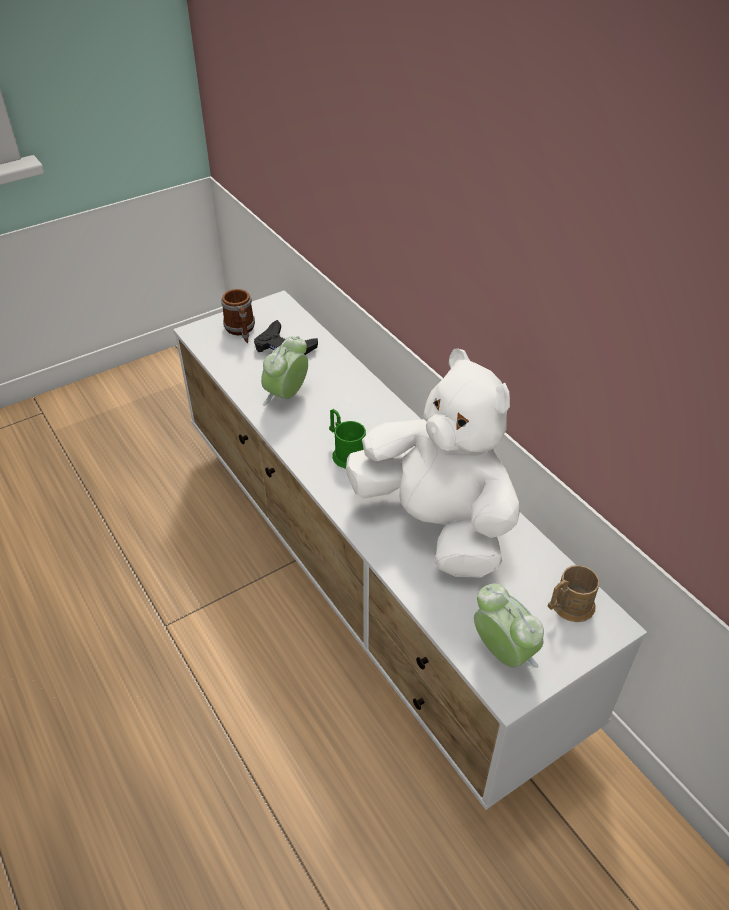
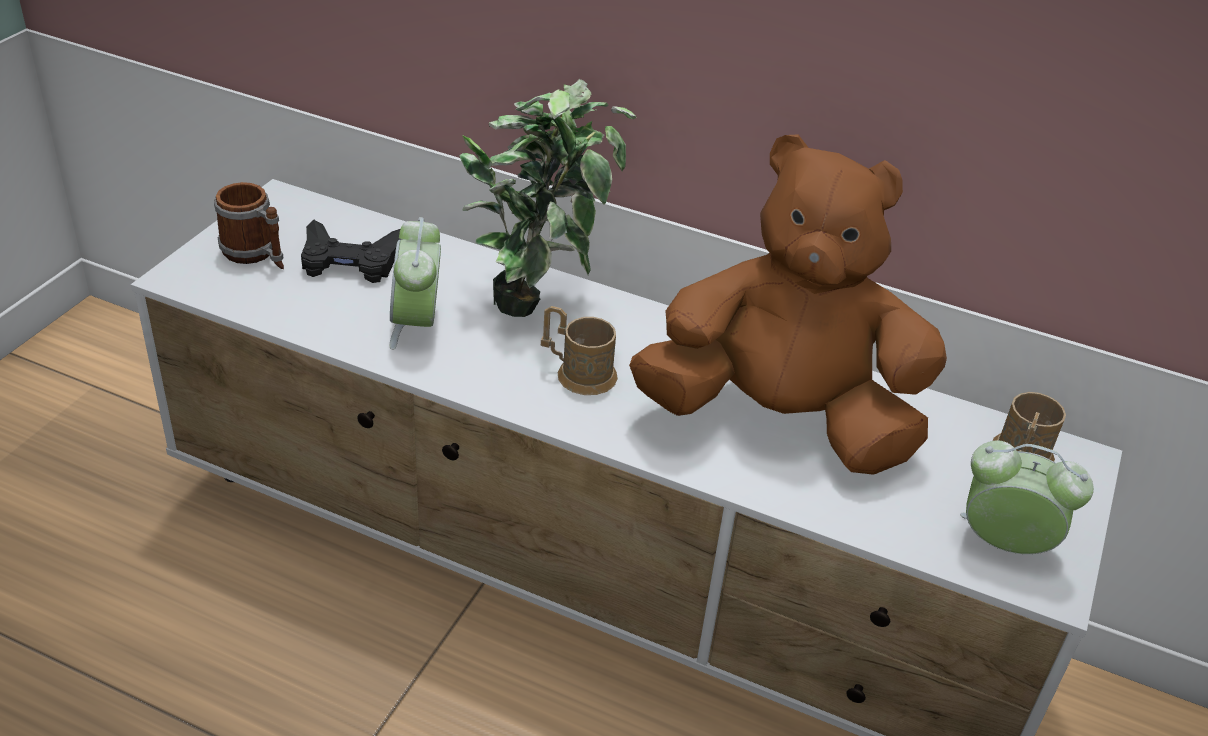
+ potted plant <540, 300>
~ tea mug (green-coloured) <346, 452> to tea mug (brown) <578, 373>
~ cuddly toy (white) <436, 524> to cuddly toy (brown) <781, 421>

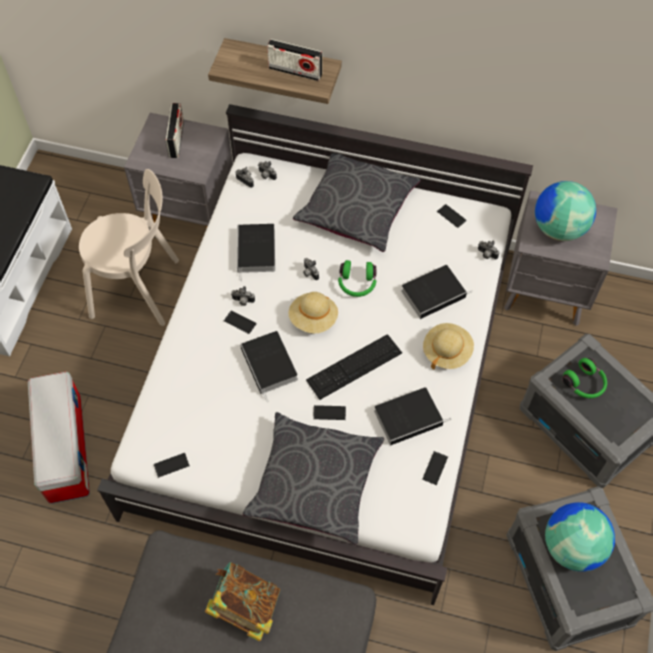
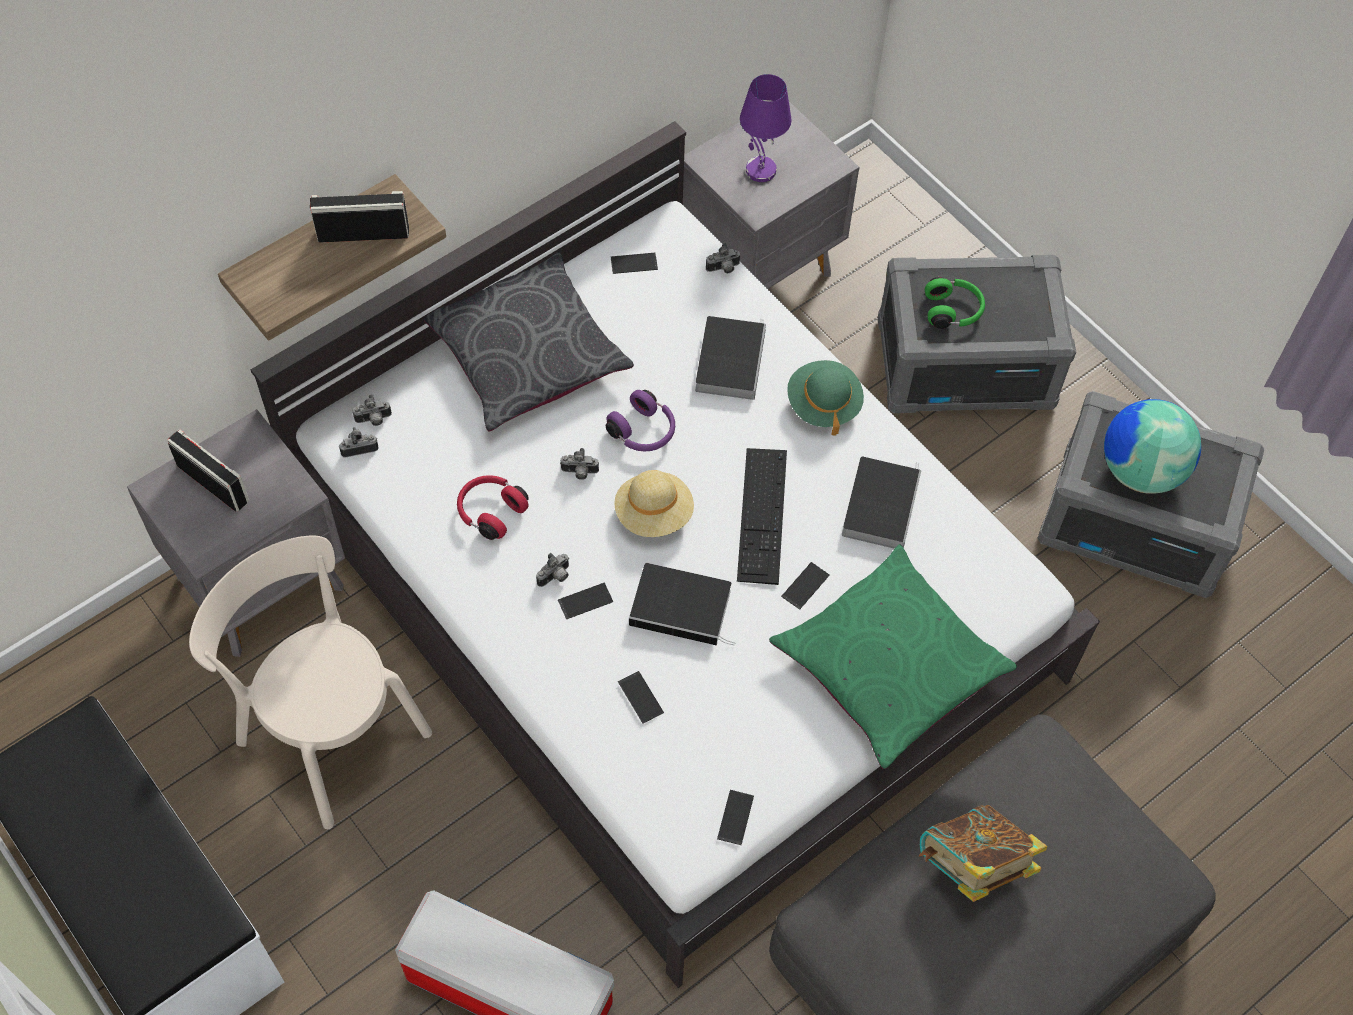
~ chair (sand-coloured) <140, 289> = <328, 731> 90 degrees counterclockwise
~ radio set <295, 71> = <363, 233> 150 degrees counterclockwise
~ volume <256, 252> to pair of headphones (red) <490, 511>
~ pair of headphones (green-coloured) <357, 284> to pair of headphones (purple) <643, 432>
~ telephone <435, 468> to <640, 697>
~ world globe <558, 228> to lamp for a table (purple) <760, 170>
~ throw pillow (gray) <315, 482> to throw pillow (green-coloured) <889, 665>
~ clothing hat (sand-coloured) <446, 351> to clothing hat (green-coloured) <823, 404>

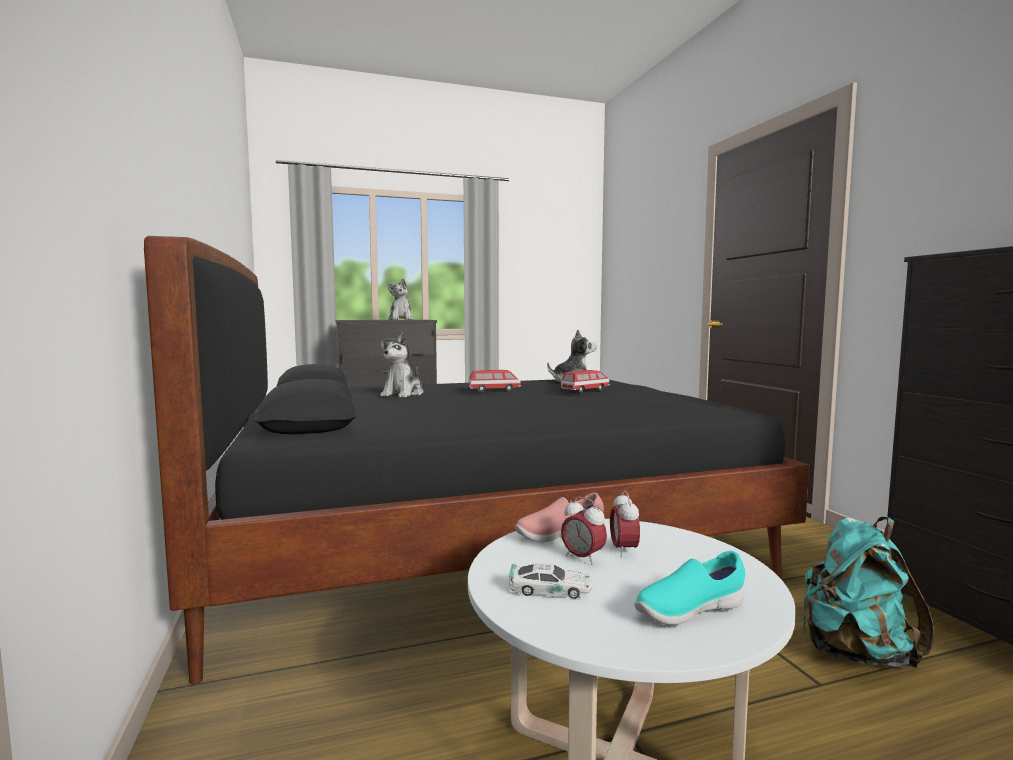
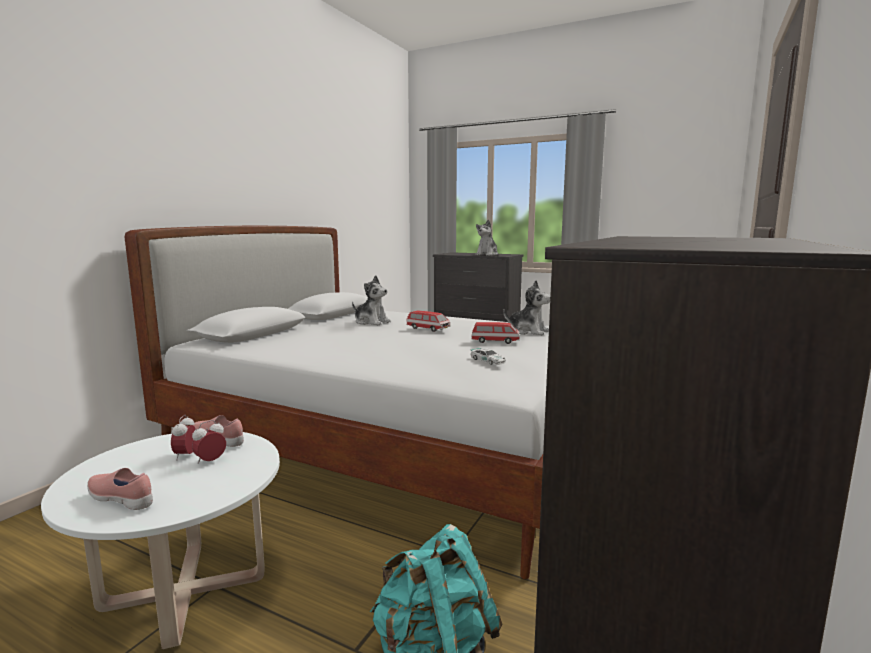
~ item of footwear (turquoise-coloured) <688, 611> to item of footwear (pink) <122, 500>
~ bedroom bed (blackish) <481, 539> to bedroom bed (white) <397, 445>
~ cuddly toy <403, 394> = <371, 322> 120 degrees counterclockwise
~ miniature car <550, 590> to <487, 361>

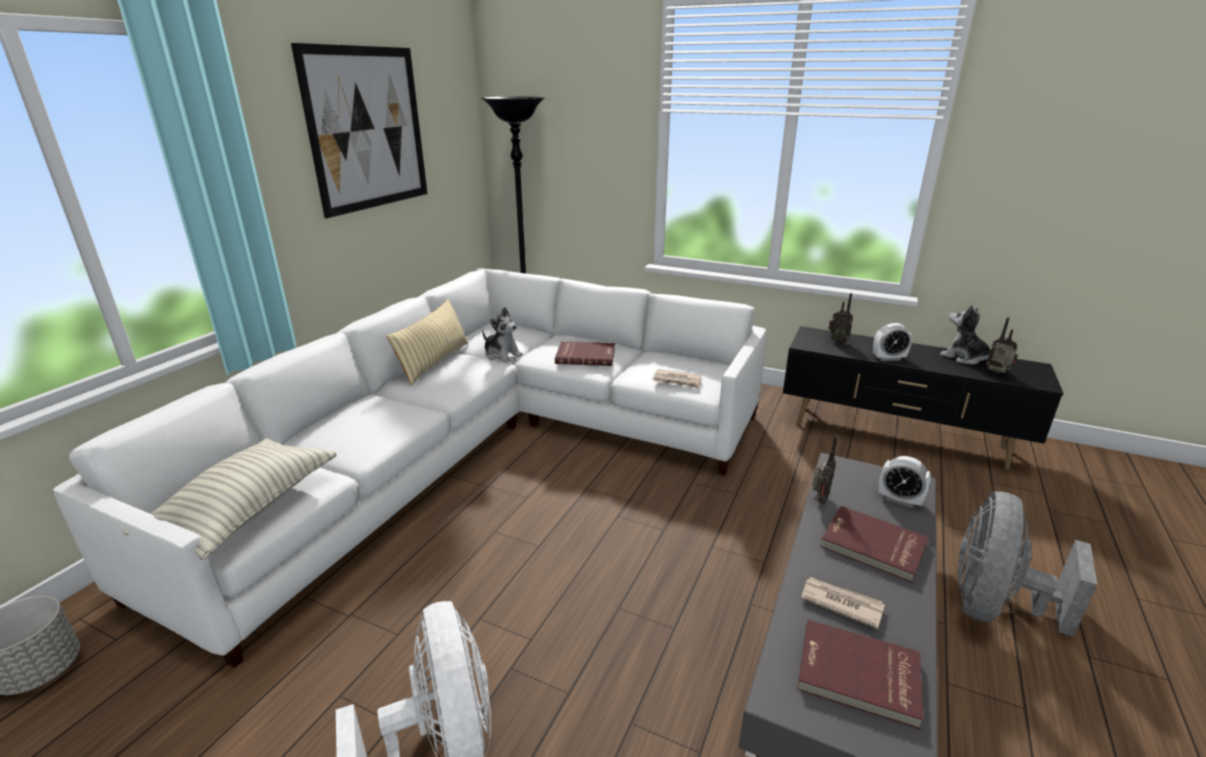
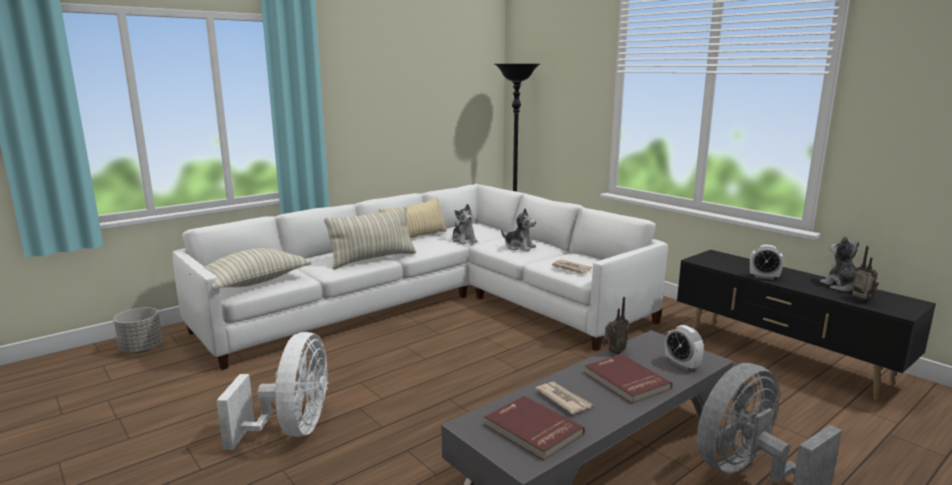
+ throw pillow <373, 259>
~ volume (red) <585, 356> to cuddly toy <519, 247>
- wall picture <368, 129>
- radio set <838, 341>

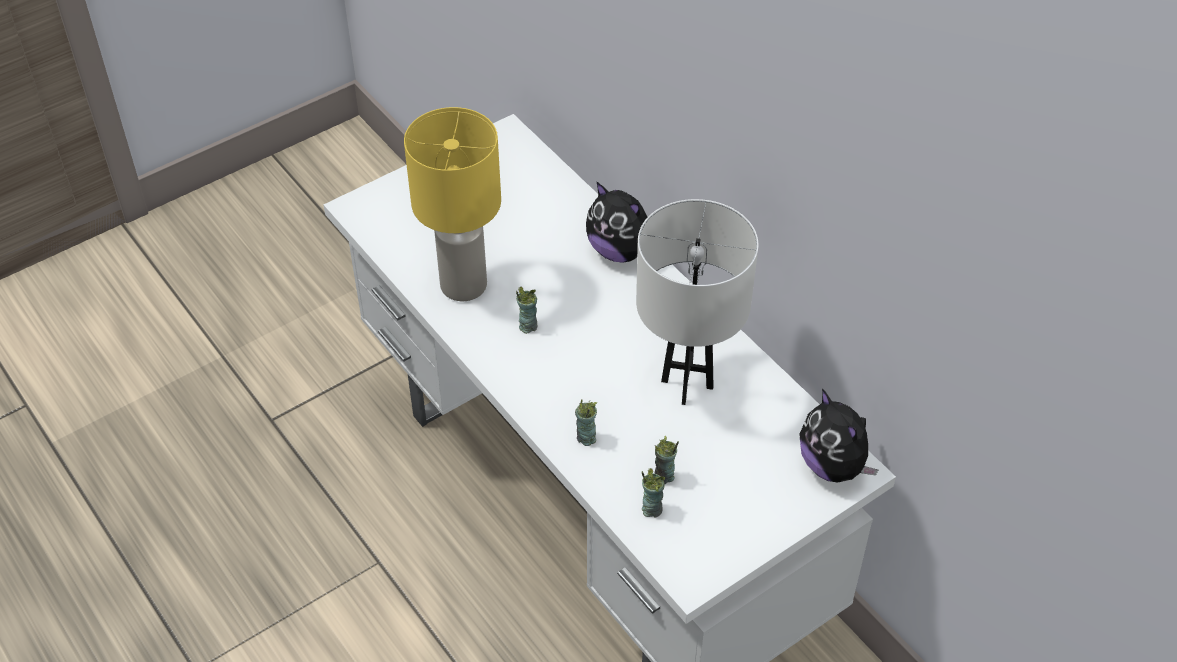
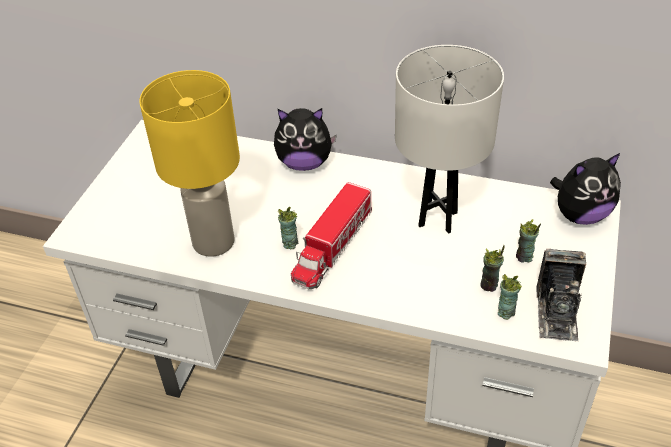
+ toy truck <332, 247>
~ cup <586, 438> to <524, 257>
+ photo camera <557, 312>
~ cuddly toy <833, 465> = <580, 215> 45 degrees counterclockwise

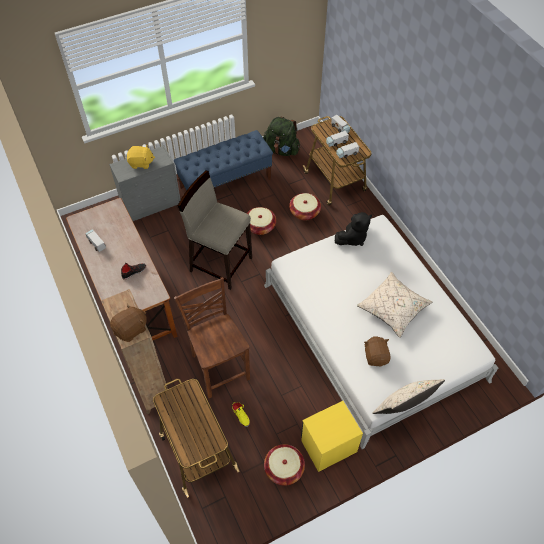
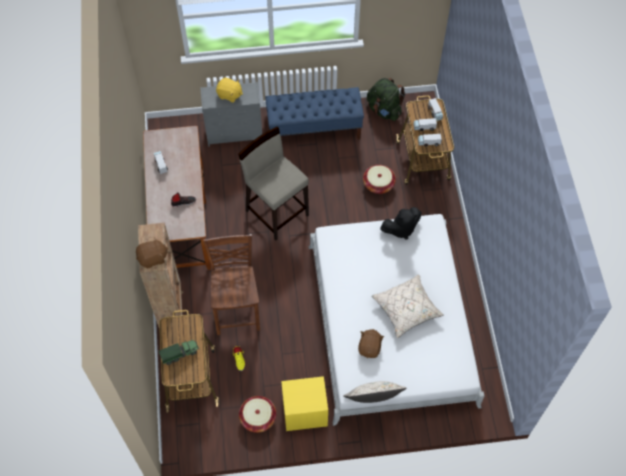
+ toy truck <180, 354>
- storage basket <260, 226>

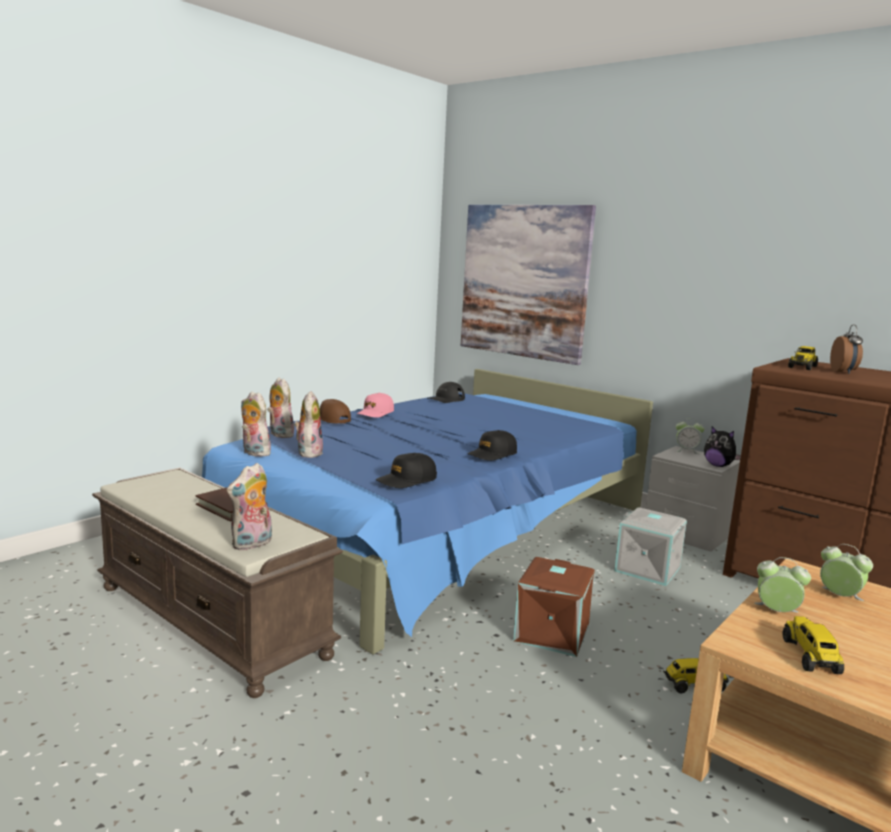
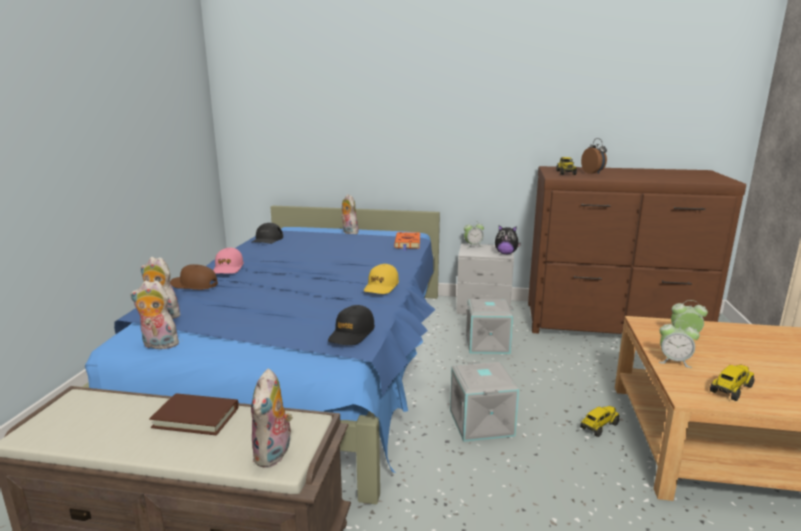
~ cuddly toy <308, 453> to <348, 232>
~ cap (blackish) <492, 454> to cap (yellowish) <381, 286>
+ volume (orange-coloured) <407, 243>
~ storage container (brown) <553, 634> to storage container (gray) <482, 423>
~ bedside clock <776, 612> = <674, 361> 150 degrees counterclockwise
~ toy truck <810, 657> = <731, 389> 75 degrees clockwise
- wall picture <524, 281>

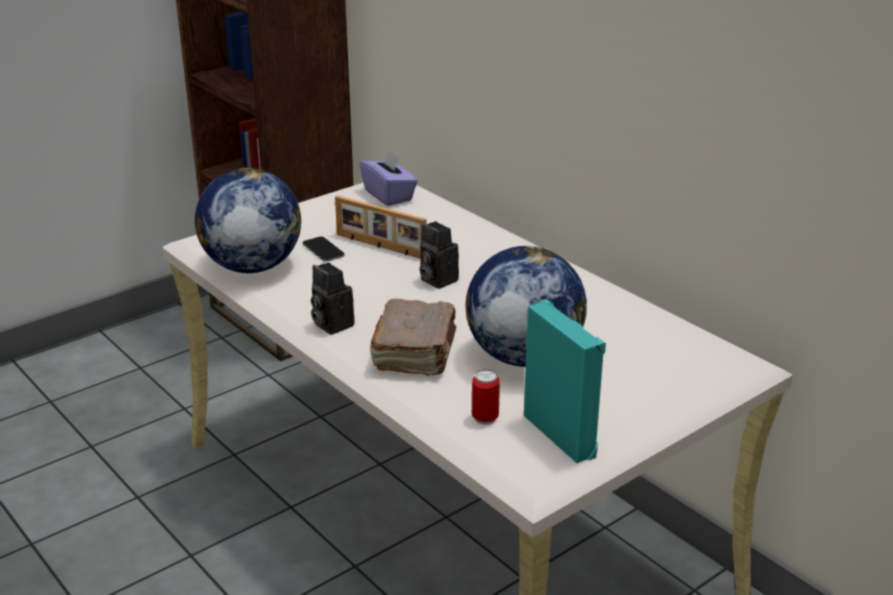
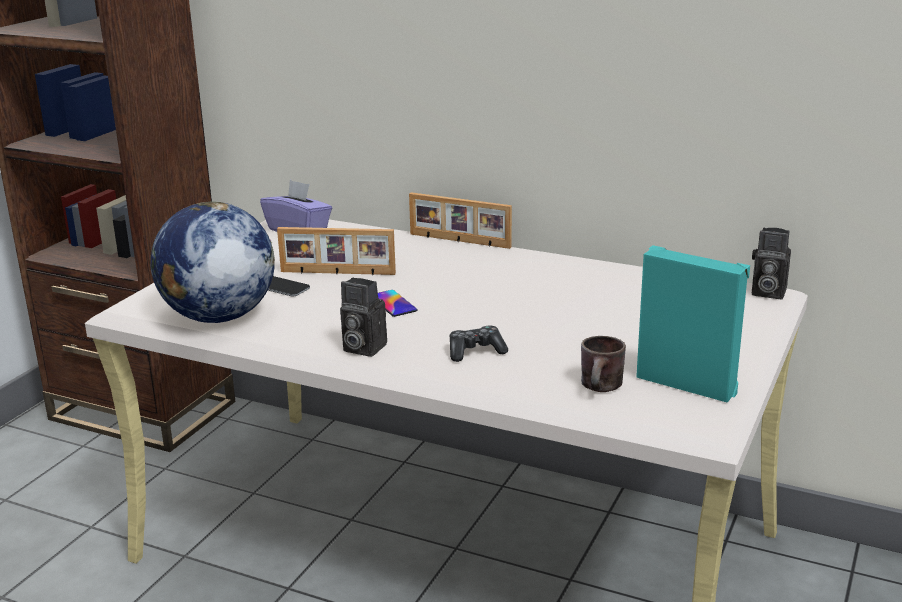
+ telephone <393, 304>
+ picture frame <459, 241>
~ volume (brown) <416, 352> to gamepad <475, 351>
~ metal can <485, 418> to tea mug (brown) <603, 389>
~ photo camera <436, 280> to <766, 292>
- world globe <523, 357>

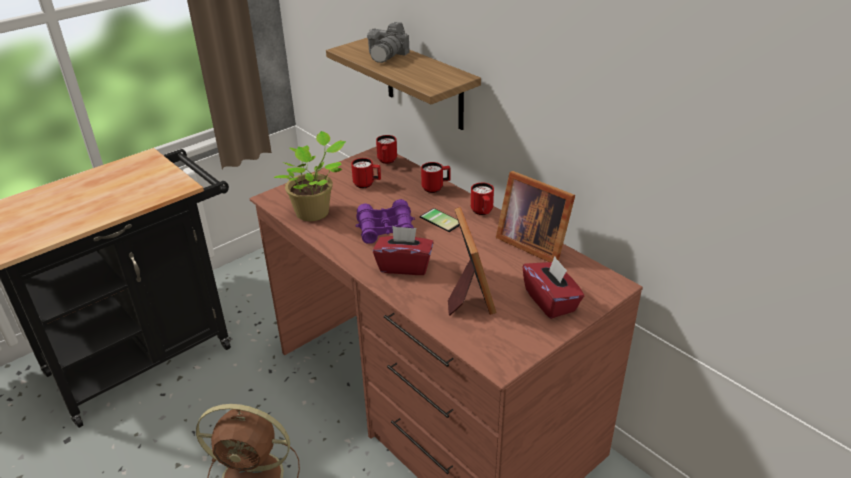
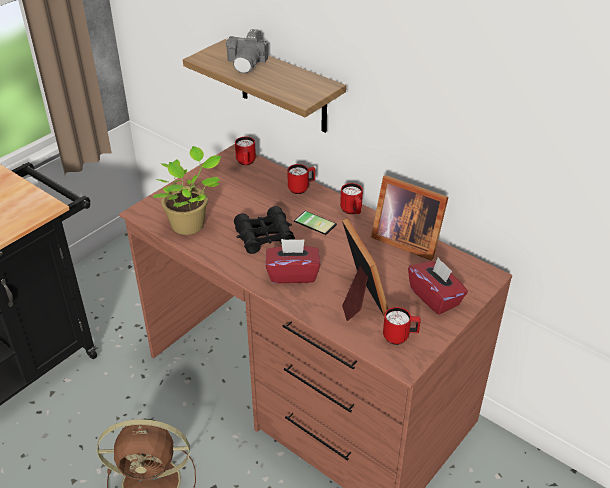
~ binoculars (purple) <385, 229> to binoculars (blackish) <264, 236>
~ tea mug (red) <367, 184> to <400, 337>

